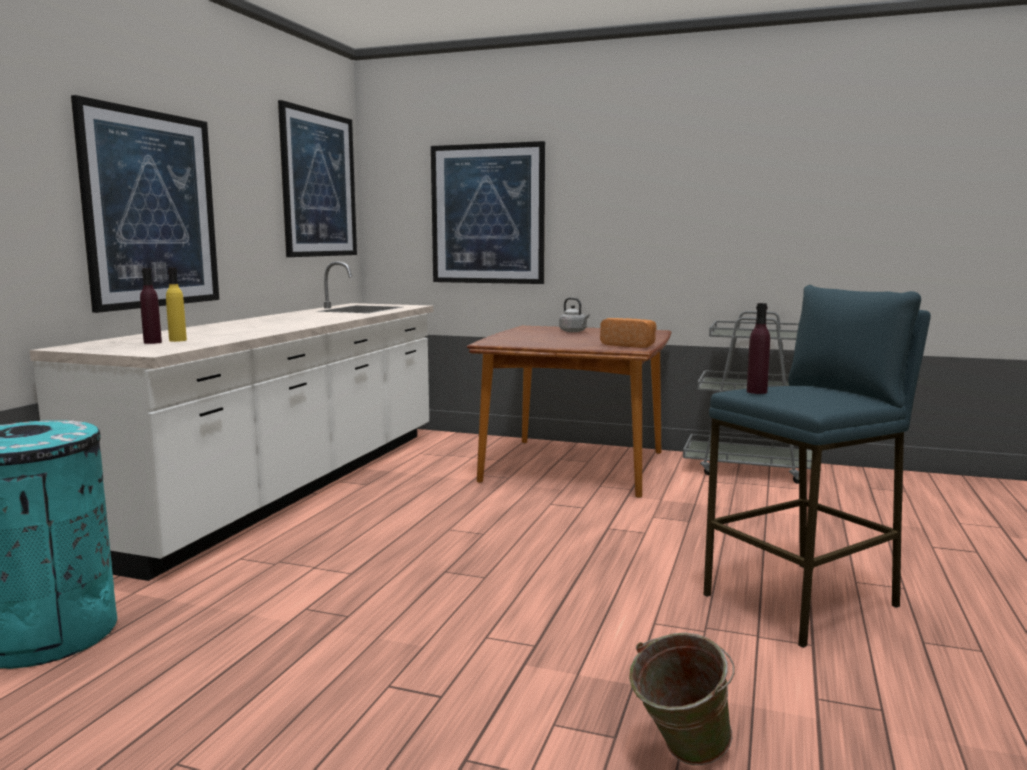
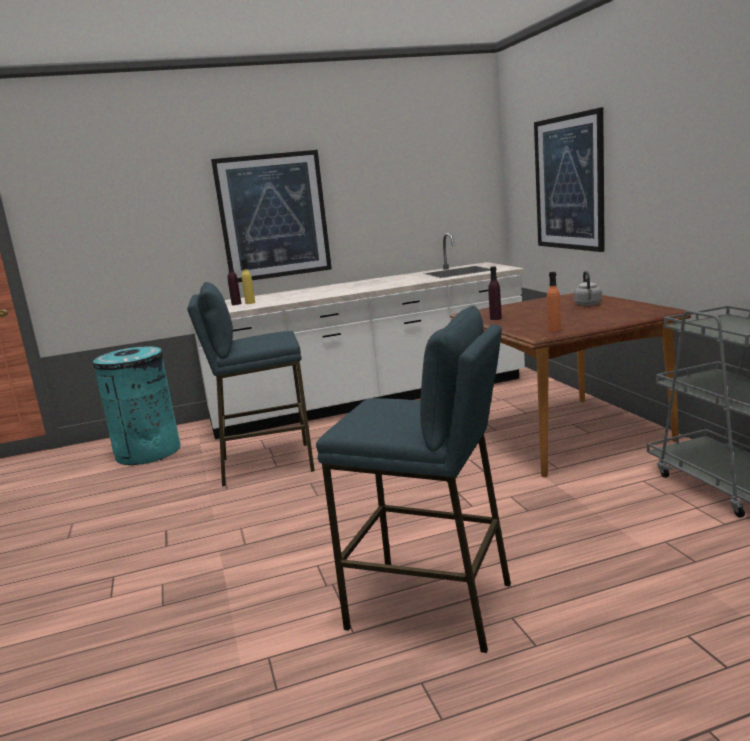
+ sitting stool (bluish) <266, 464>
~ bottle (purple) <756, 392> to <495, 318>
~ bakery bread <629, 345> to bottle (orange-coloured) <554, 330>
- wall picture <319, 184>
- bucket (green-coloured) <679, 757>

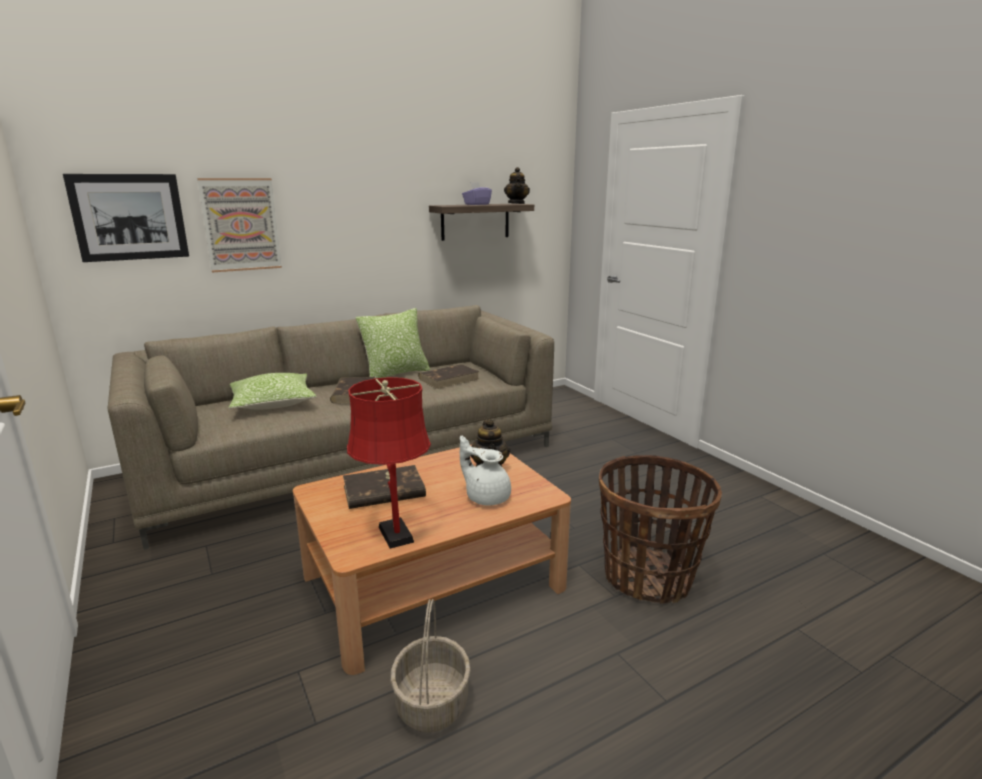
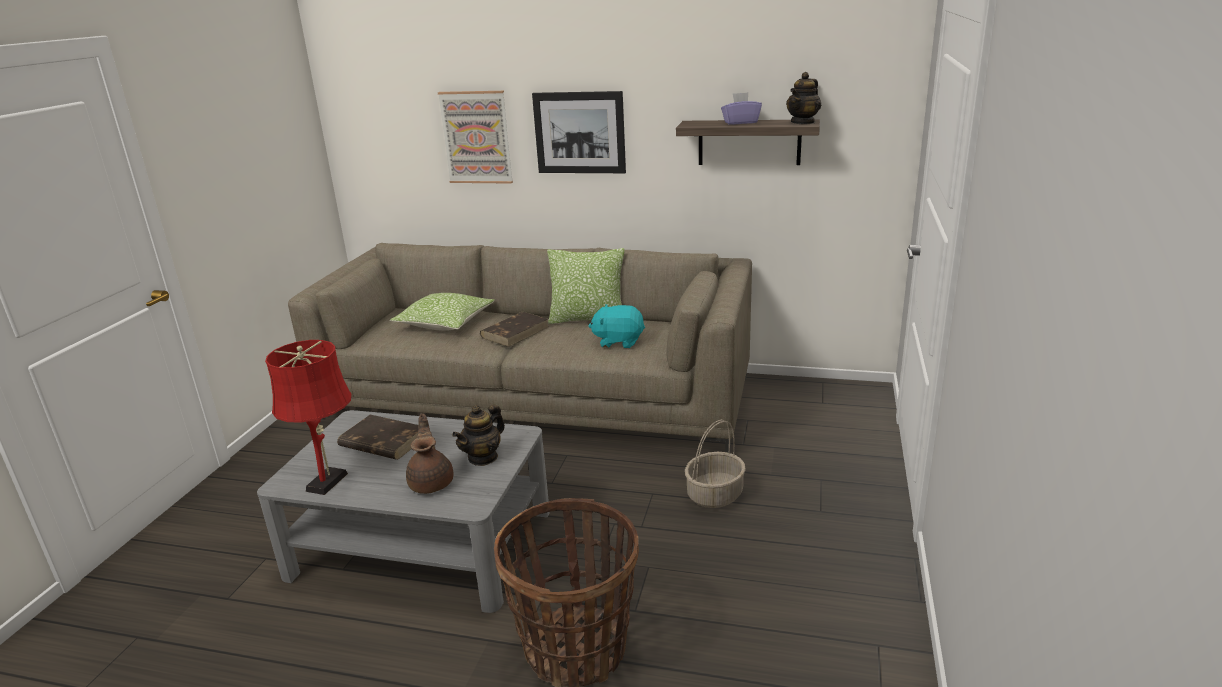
~ lounge table (brown) <433, 581> to lounge table (gray) <422, 543>
~ pot for tea (white) <486, 497> to pot for tea (brown) <432, 482>
~ wall picture <129, 217> to <579, 133>
~ volume (brown) <449, 379> to cuddly toy (turquoise-coloured) <618, 341>
~ storage basket <431, 702> to <714, 494>

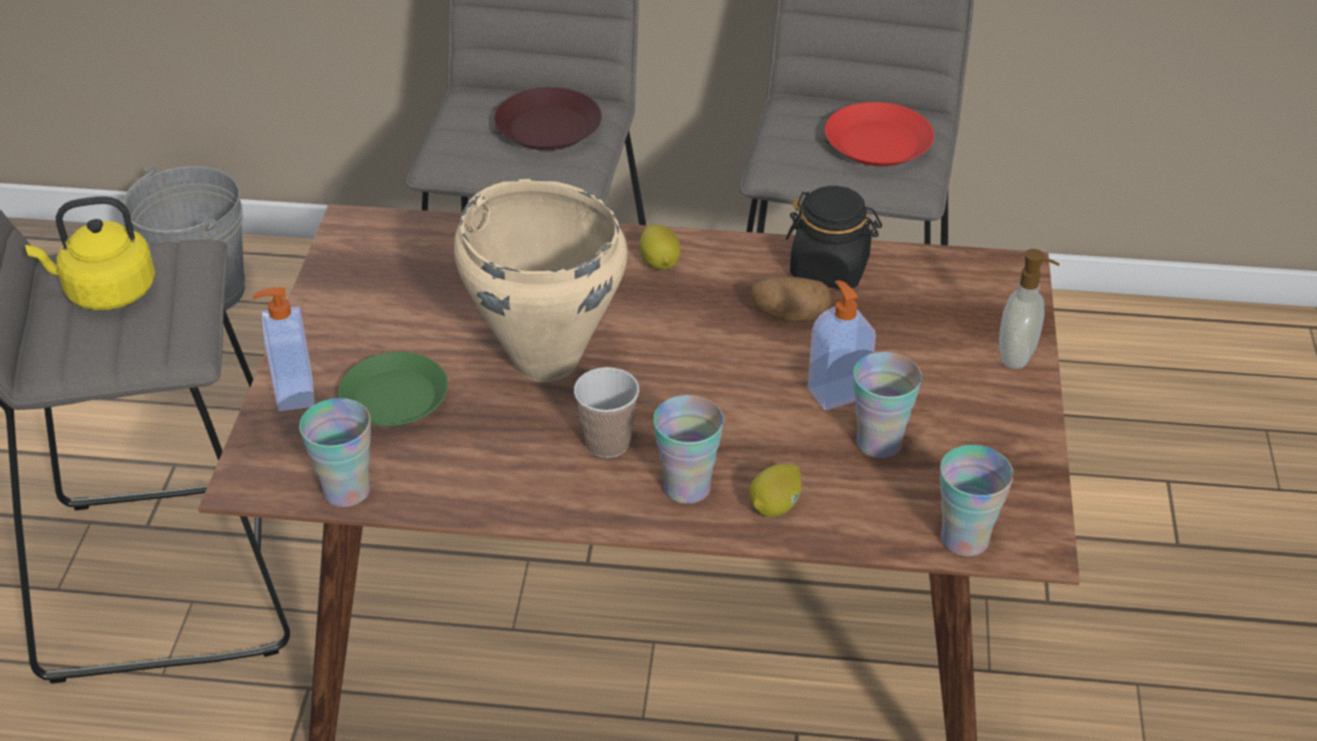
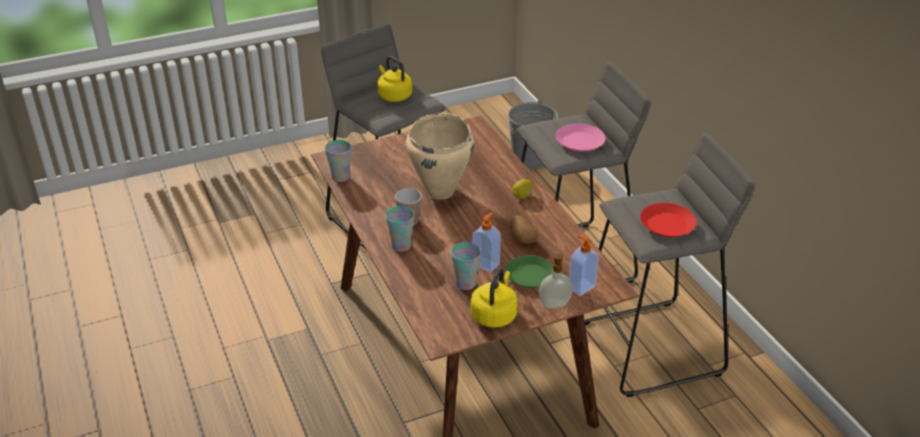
+ kettle (yellowish) <494, 315>
~ dinner plate (green-coloured) <395, 398> to <529, 276>
~ dinner plate (brown) <547, 129> to dinner plate (pink) <579, 142>
~ soap bottle <293, 393> to <581, 287>
- lemon <775, 506>
- jar (blackish) <830, 269>
- cup <964, 539>

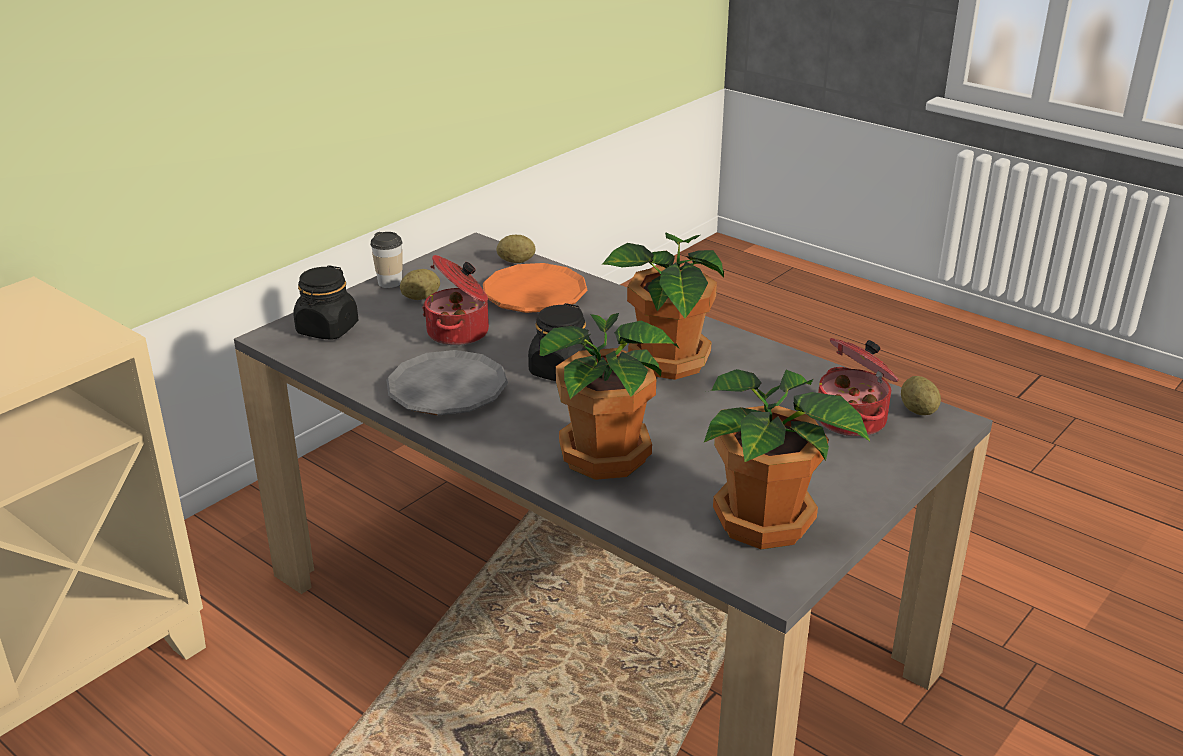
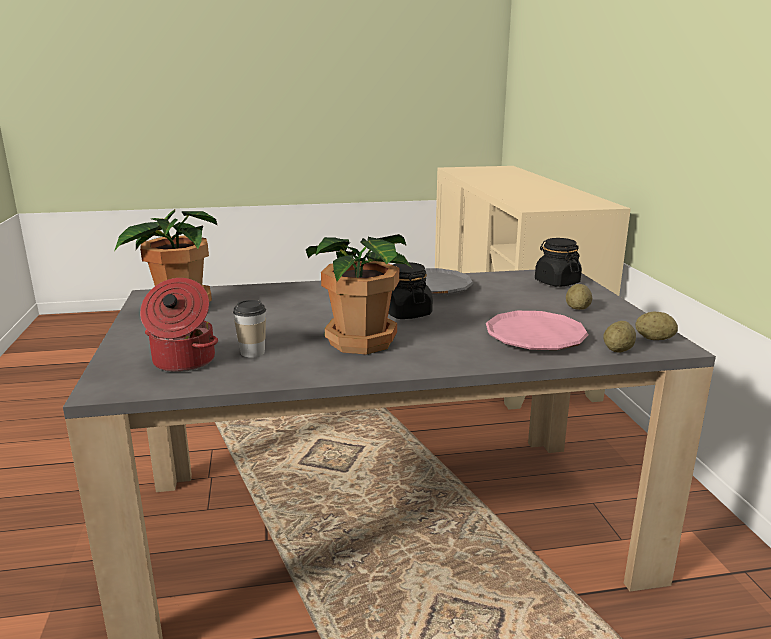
~ cup <390, 282> to <252, 352>
~ dinner plate (orange-coloured) <535, 295> to dinner plate (pink) <535, 337>
~ spud <918, 410> to <654, 339>
- cooking pot <460, 333>
- potted plant <609, 456>

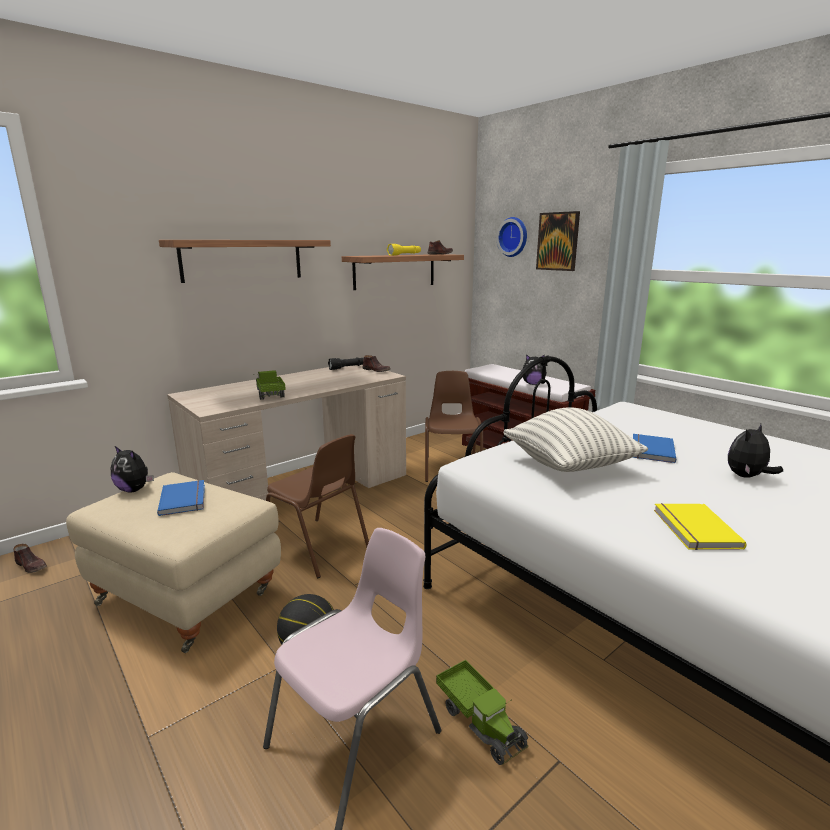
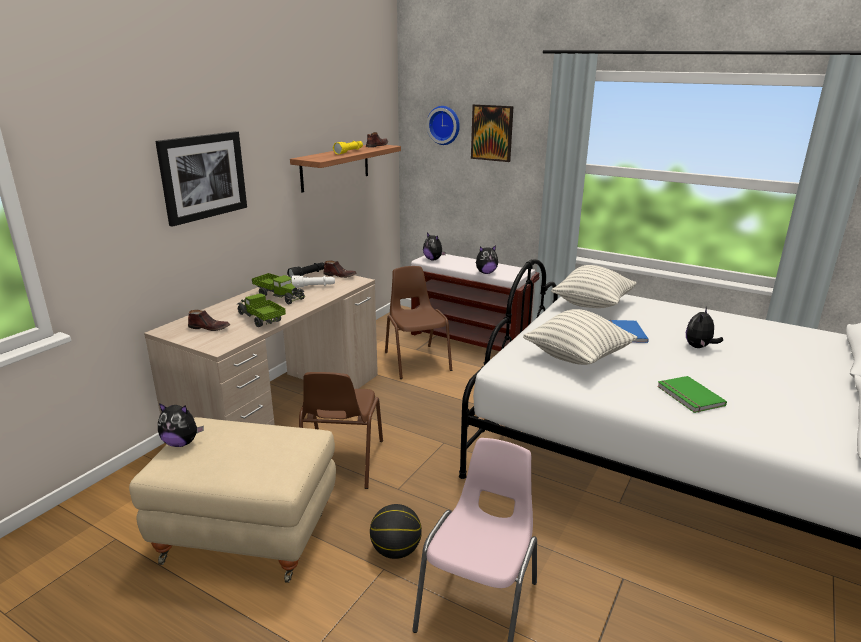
~ bracket shelf <242, 260> to wall picture <203, 176>
~ item of footwear (brown) <32, 566> to <209, 328>
~ toy truck <480, 721> to <279, 296>
+ hand torch (white) <313, 286>
~ chair (brown) <317, 548> = <341, 463> 75 degrees clockwise
+ cuddly toy <433, 259>
+ throw pillow <592, 304>
~ volume (yellowish) <693, 529> to volume (green-coloured) <689, 396>
- volume (bluish) <185, 499>

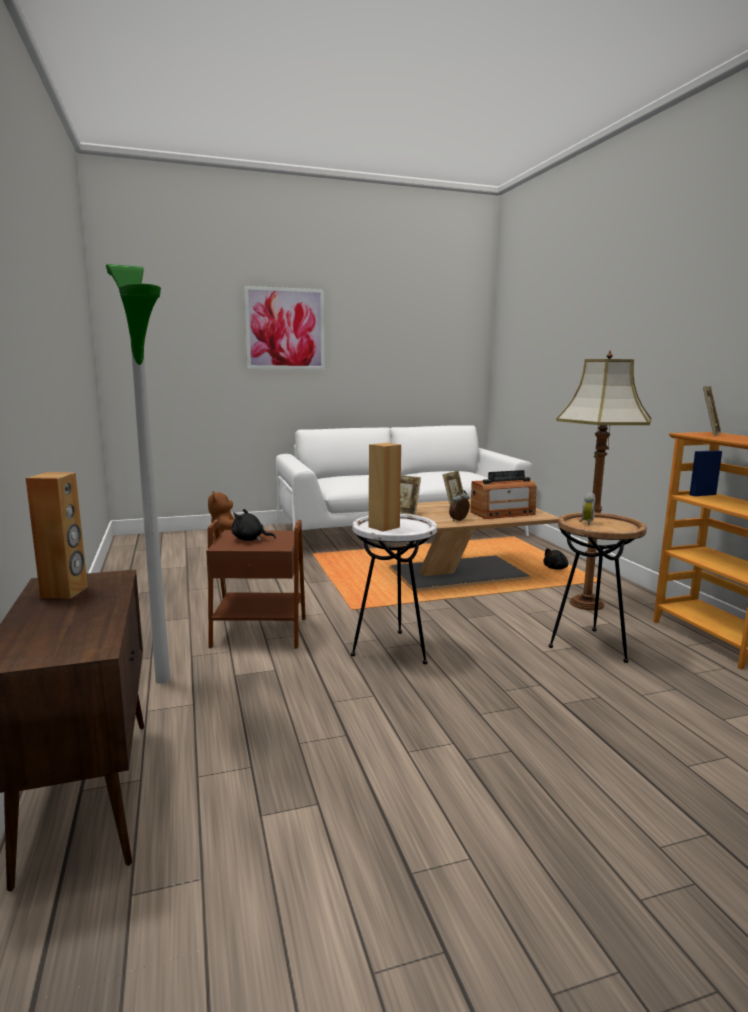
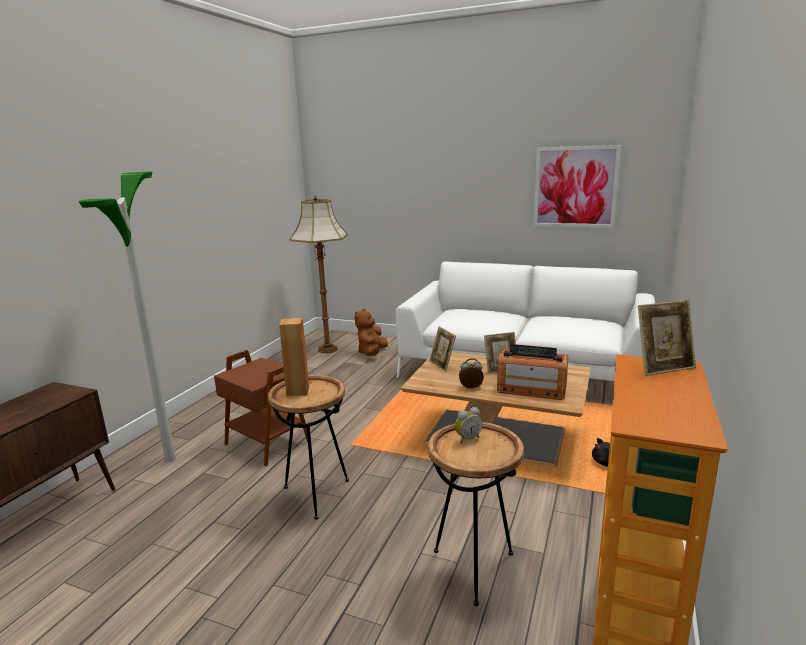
~ accent table (white) <392, 649> to accent table (brown) <316, 494>
~ floor lamp <587, 603> to <328, 349>
~ wall picture <285, 329> to <575, 187>
- speaker (brown) <65, 592>
- cuddly toy (blackish) <250, 539>

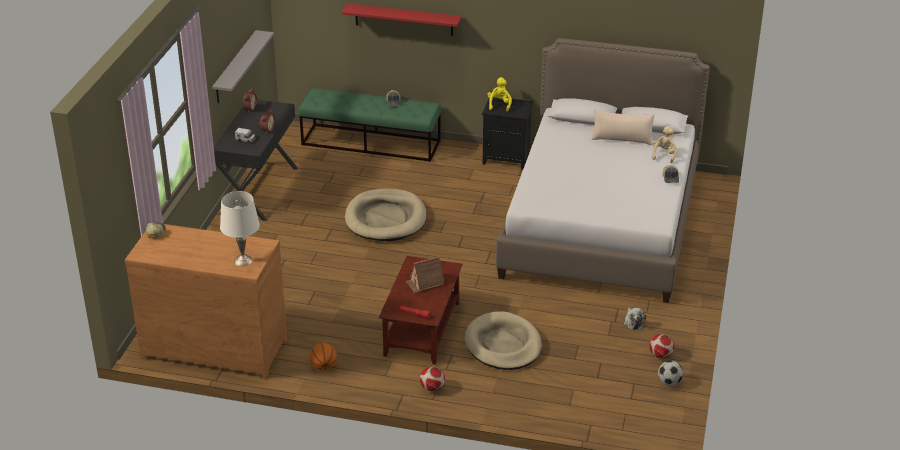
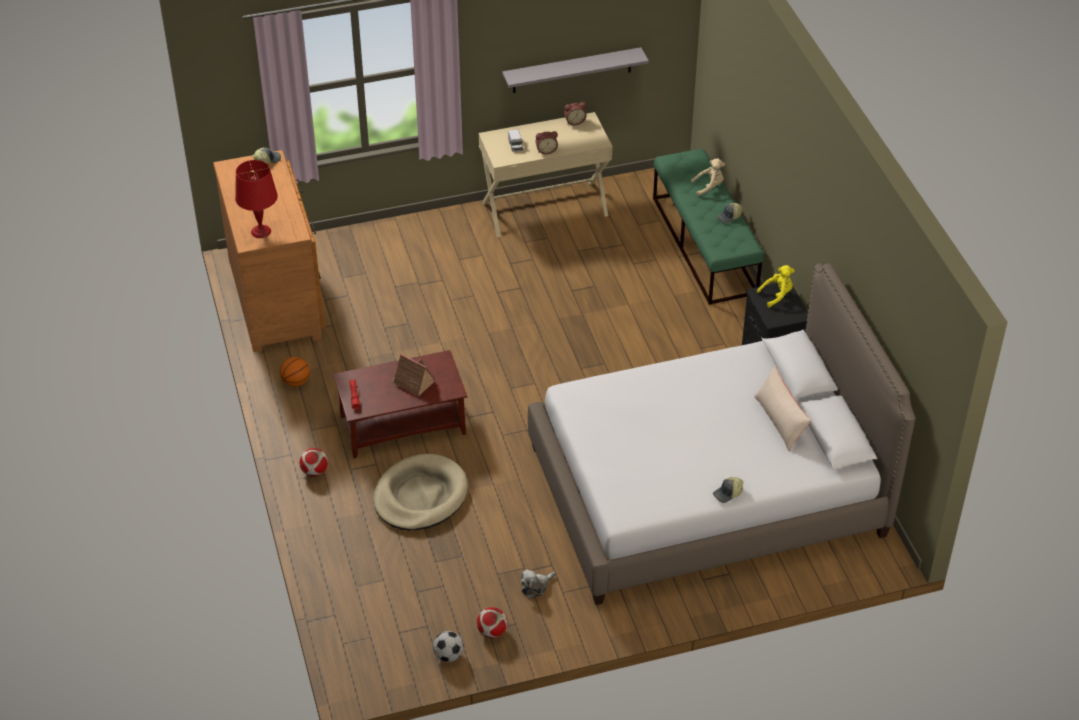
~ lamp for a table (white) <243, 260> to lamp for a table (red) <260, 231>
~ desk unit (blackish) <259, 190> to desk unit (sand-coloured) <544, 208>
~ cuddly toy (sand-coloured) <664, 155> to <709, 187>
- bracket shelf (red) <404, 19>
- dog bed (sand-coloured) <385, 219>

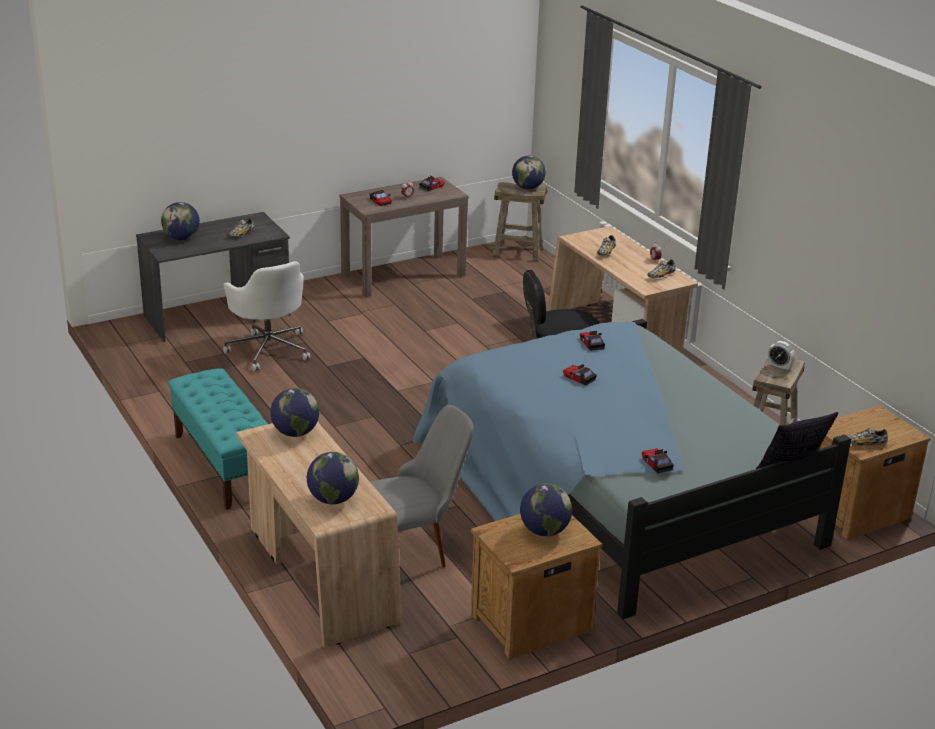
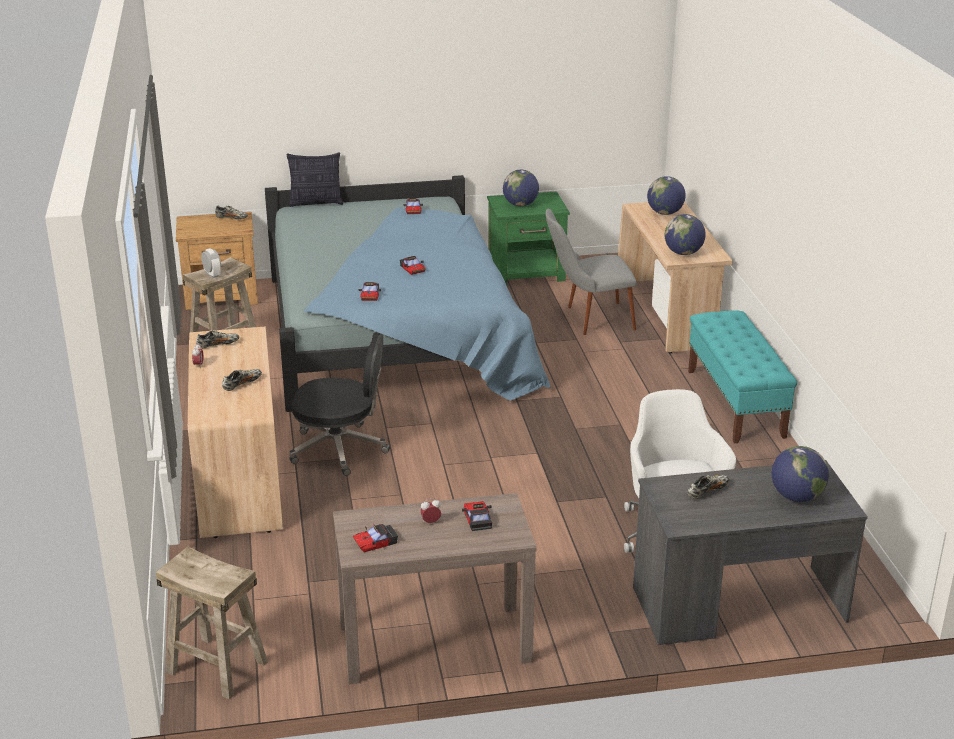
~ bedside table (brown) <529, 622> to bedside table (green-coloured) <527, 272>
- world globe <527, 188>

